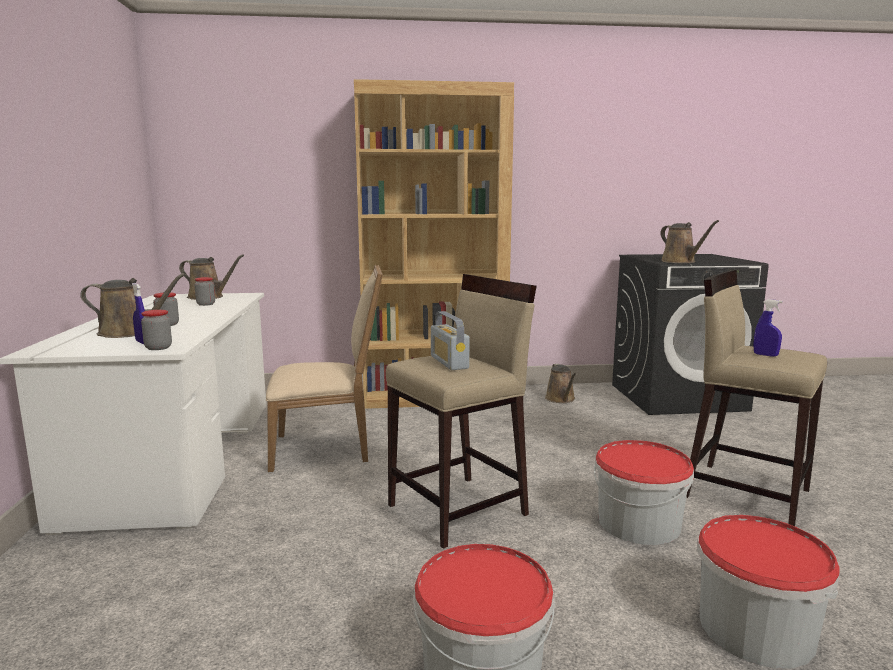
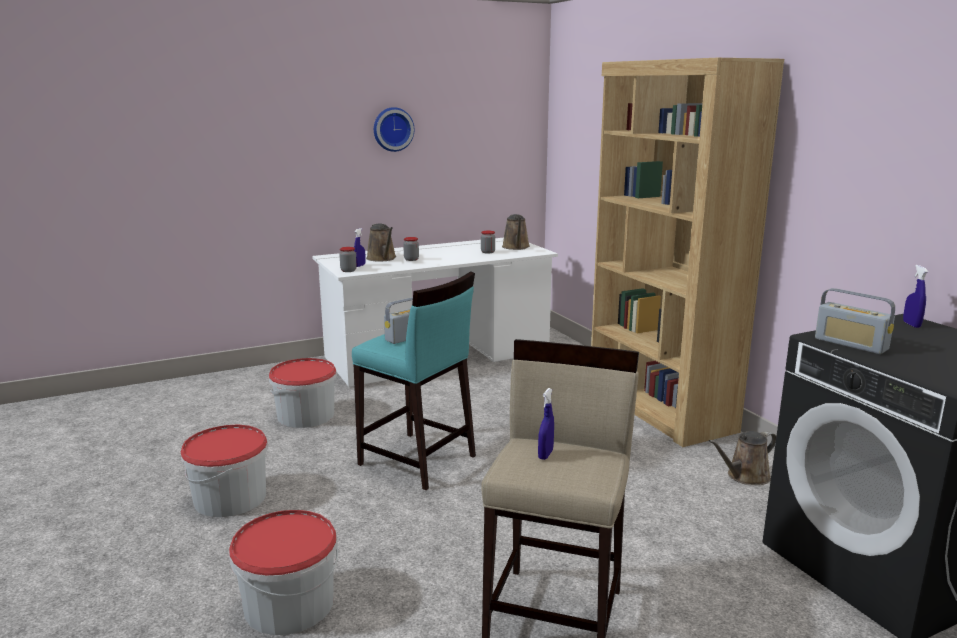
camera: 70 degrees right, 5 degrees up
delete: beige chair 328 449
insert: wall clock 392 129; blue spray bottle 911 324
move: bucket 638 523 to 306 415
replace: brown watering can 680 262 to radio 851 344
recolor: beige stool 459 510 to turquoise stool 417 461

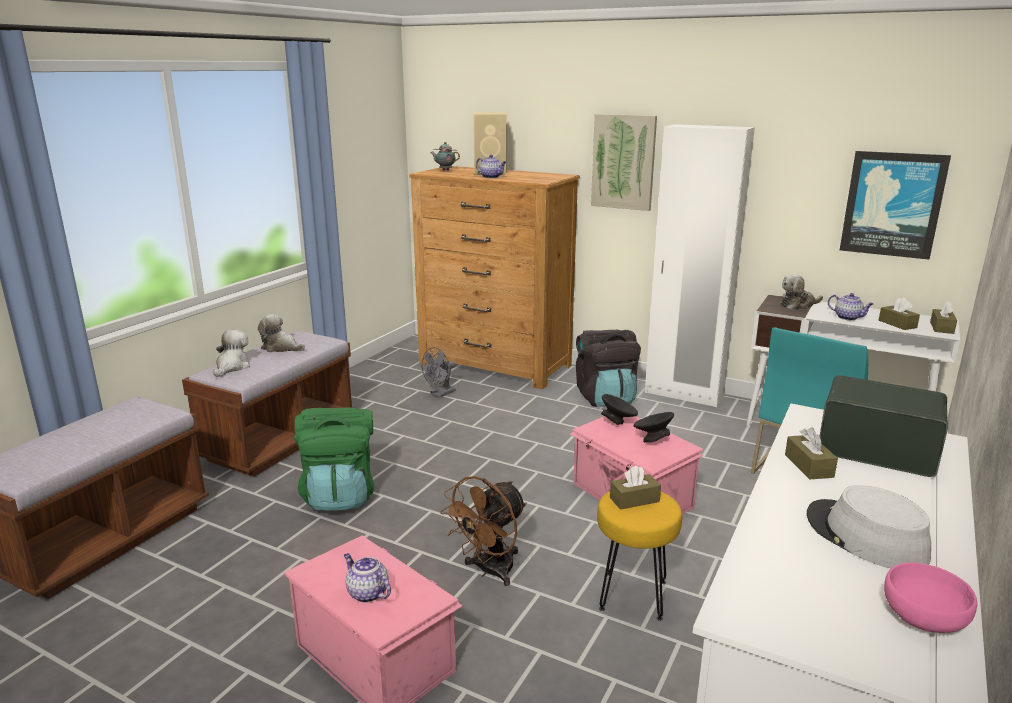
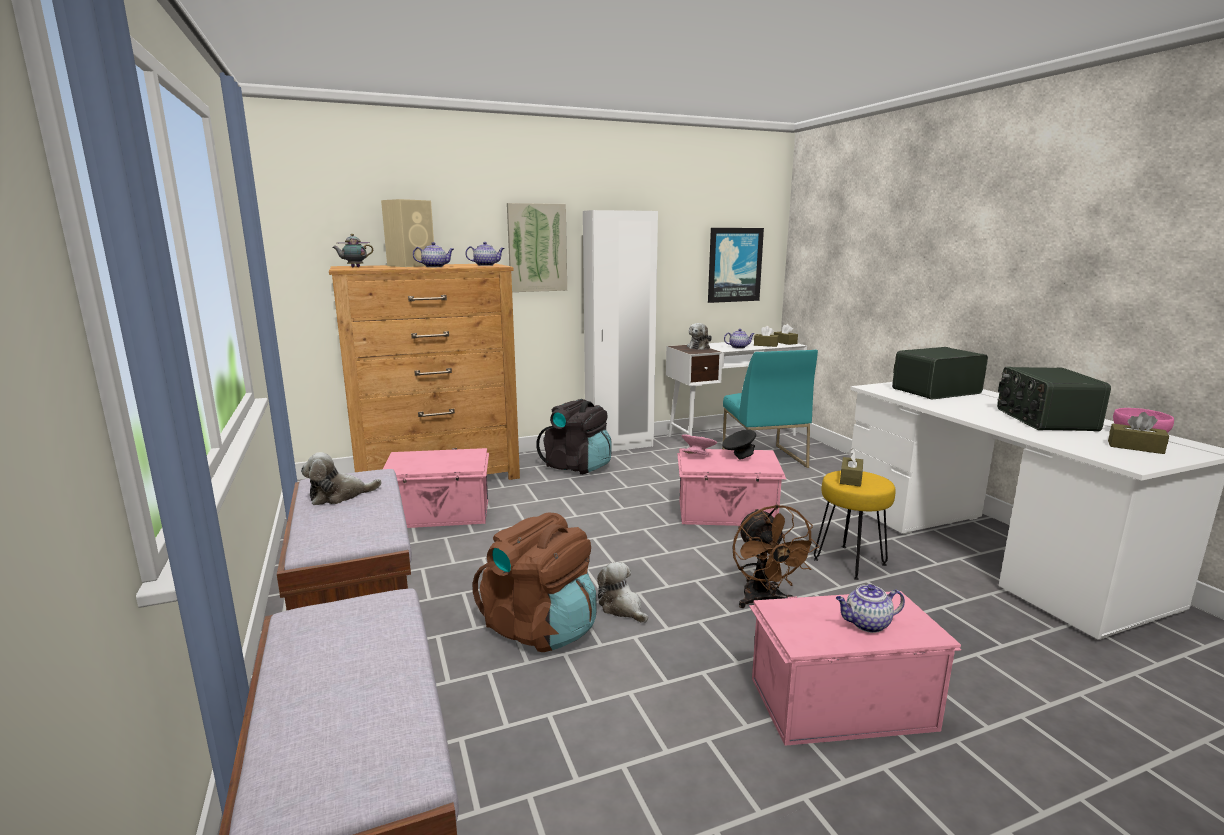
camera: 50 degrees left, 5 degrees down
insert: teapot 486 265
move: plush toy 232 367 to 622 608; brown tissue box 808 466 to 1135 447
replace: grey fan 440 394 to pink storage box 440 514; grey hat 865 536 to radio 1043 420
recolor: black bowl 618 422 to pink bowl 698 455; green backpack 340 495 to brown backpack 540 628

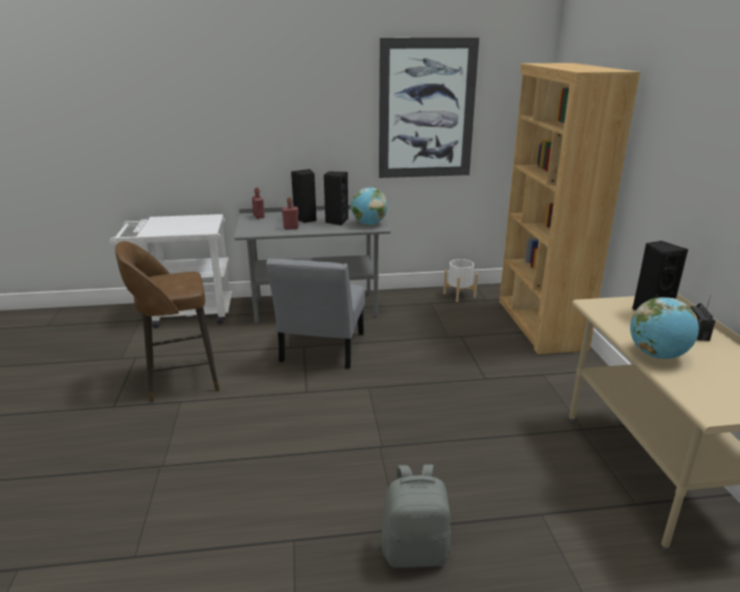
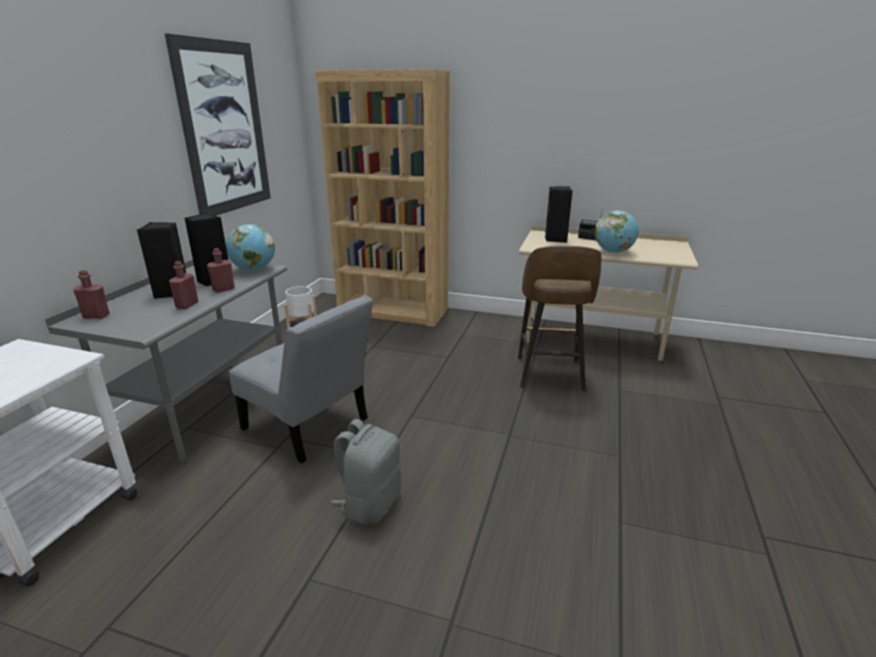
camera: 65 degrees left, 0 degrees up
insert: red bottle 223 289
move: brown stool 180 380 to 549 375; grey backpack 415 551 to 370 503

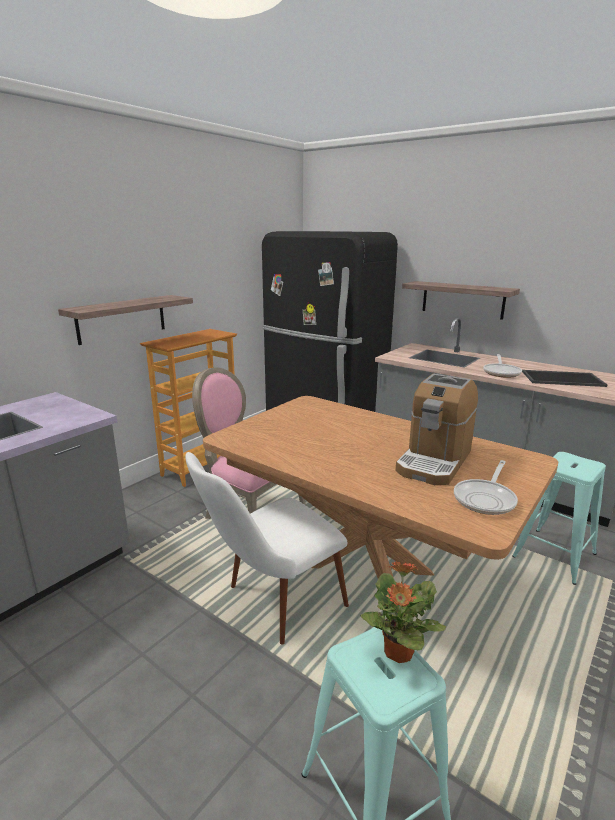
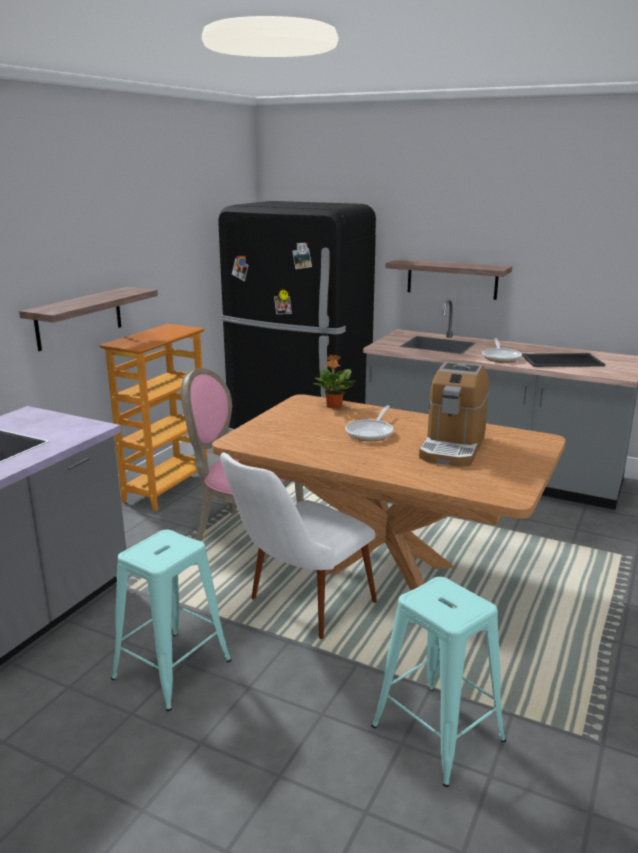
camera: 10 degrees left, 0 degrees up
move: turquoise stool 554 555 to 172 669; frying pan 486 499 to 371 433; potted plant 398 653 to 334 406

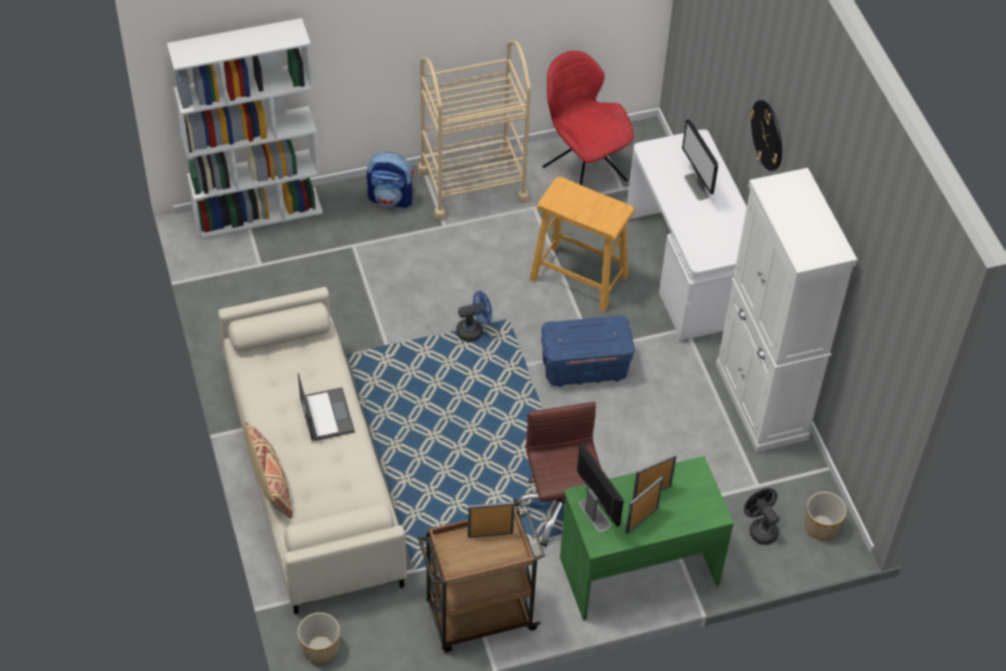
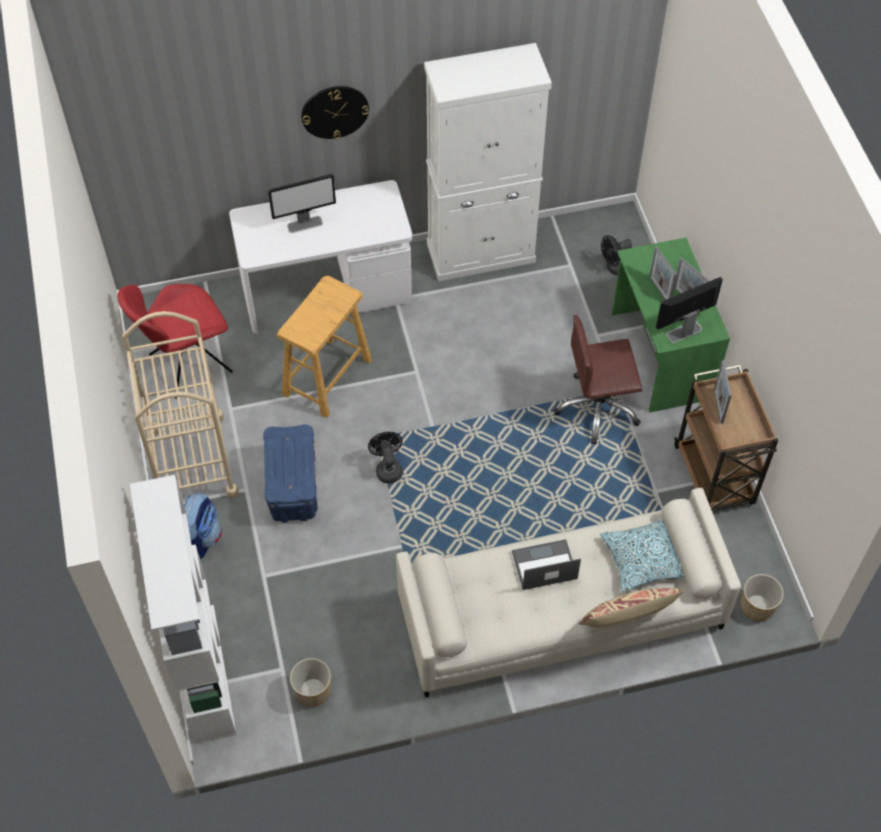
camera: 85 degrees left, 5 degrees up
insert: pillow 643 559
move: blue storage box 585 367 to 293 487; planter 821 526 to 312 690
recolor: blue fan 474 330 to black fan 387 468

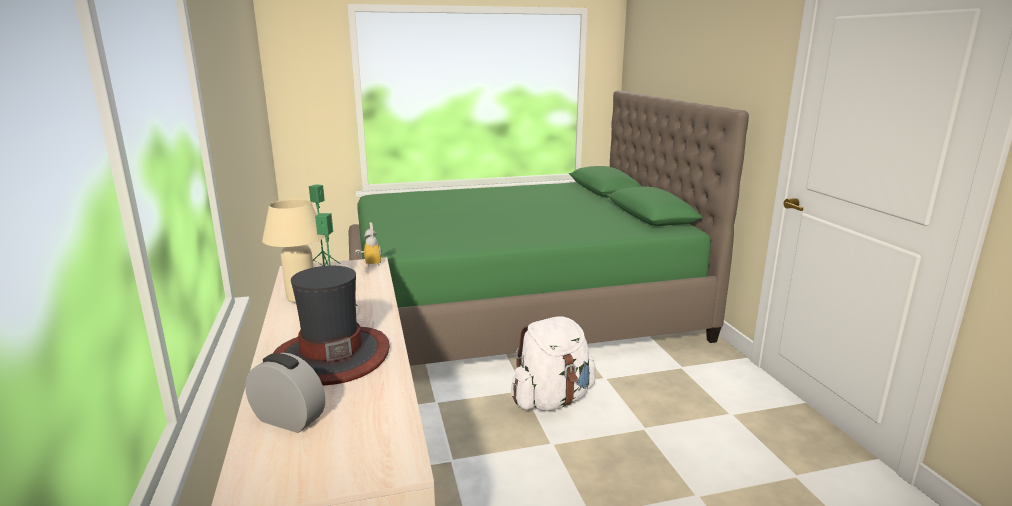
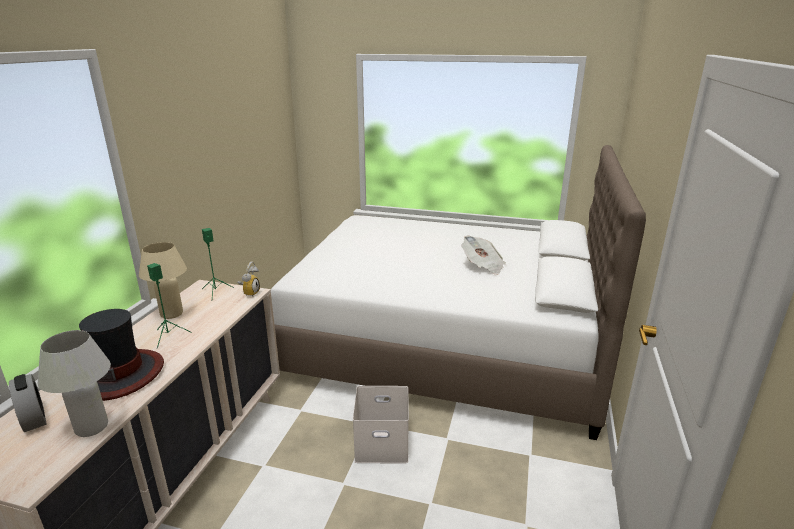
camera: 30 degrees right, 5 degrees up
insert: newspaper 483 266; white table lamp 92 427
replace: white backpack 552 400 to white storage box 383 443
recolor: green bed 516 308 to white bed 443 341

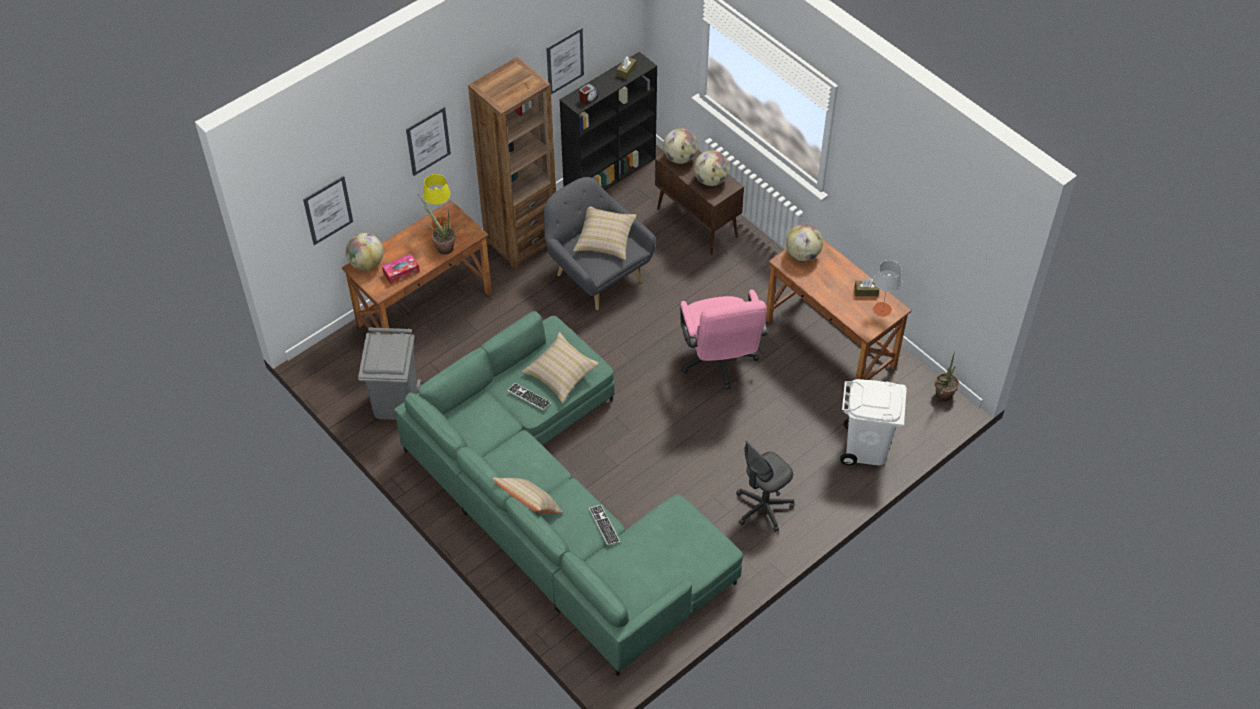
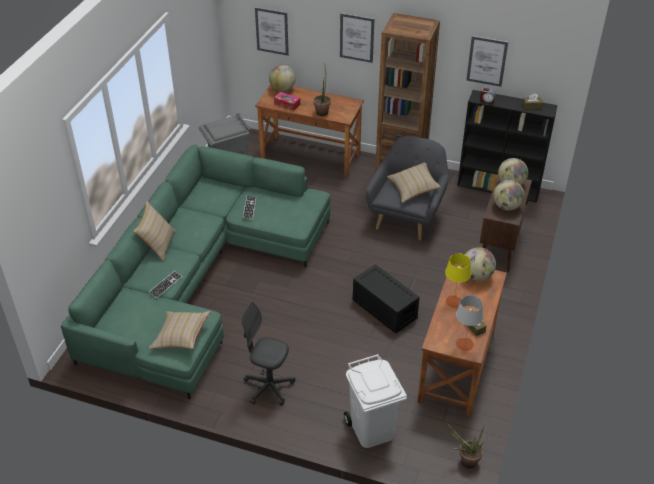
camera: 60 degrees right, 10 degrees down
move: yellow table lamp 440 223 to 454 302; beige pillow 561 374 to 181 337
replace: pink office chair 719 363 to black storage box 383 309

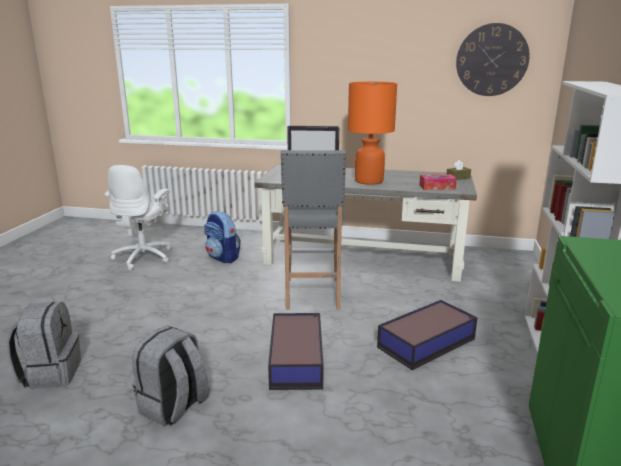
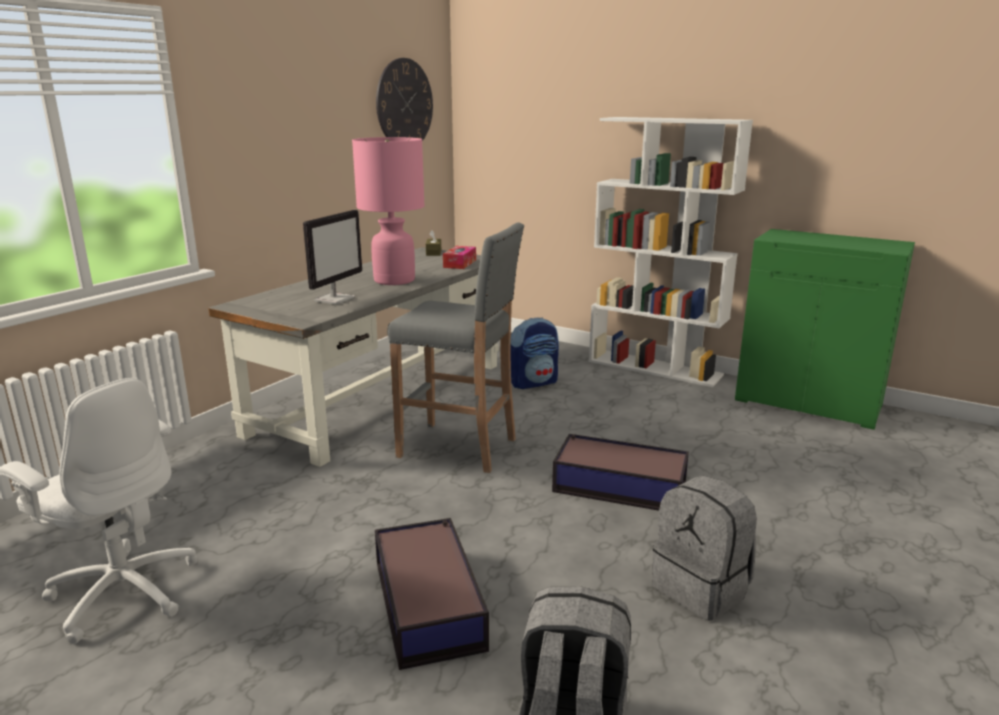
camera: 70 degrees left, 0 degrees up
move: backpack 223 258 to 534 382; storage box 427 343 to 428 602
recolor: orange table lamp 369 181 to pink table lamp 394 280

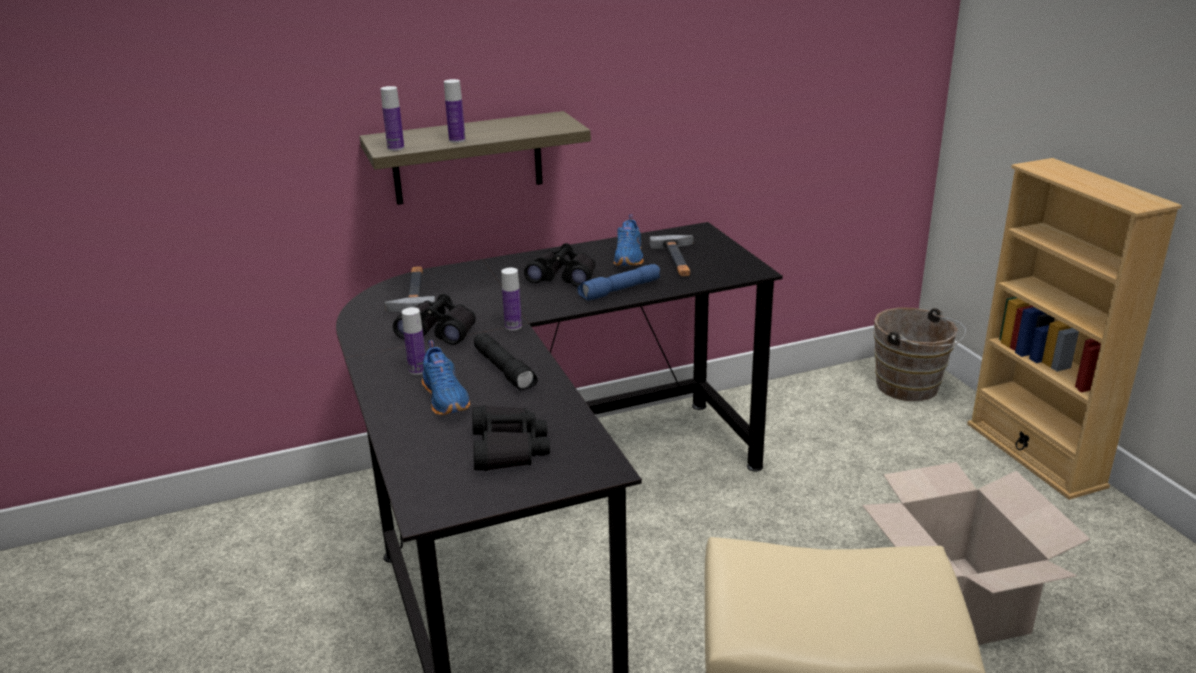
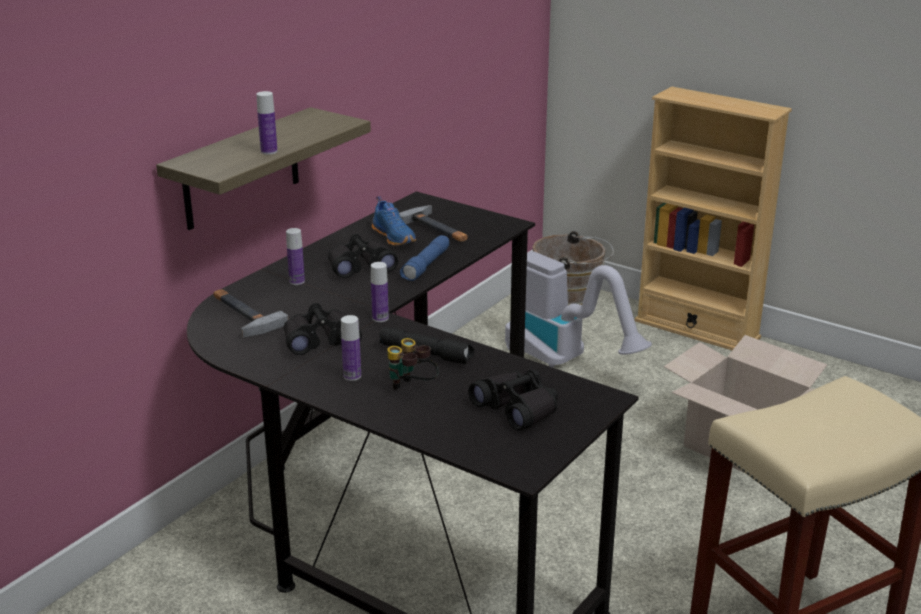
camera: 35 degrees left, 0 degrees up
insert: vacuum cleaner 566 361
move: bottle 396 148 to 297 281
replace: blue shoe 446 398 to binoculars 412 389

